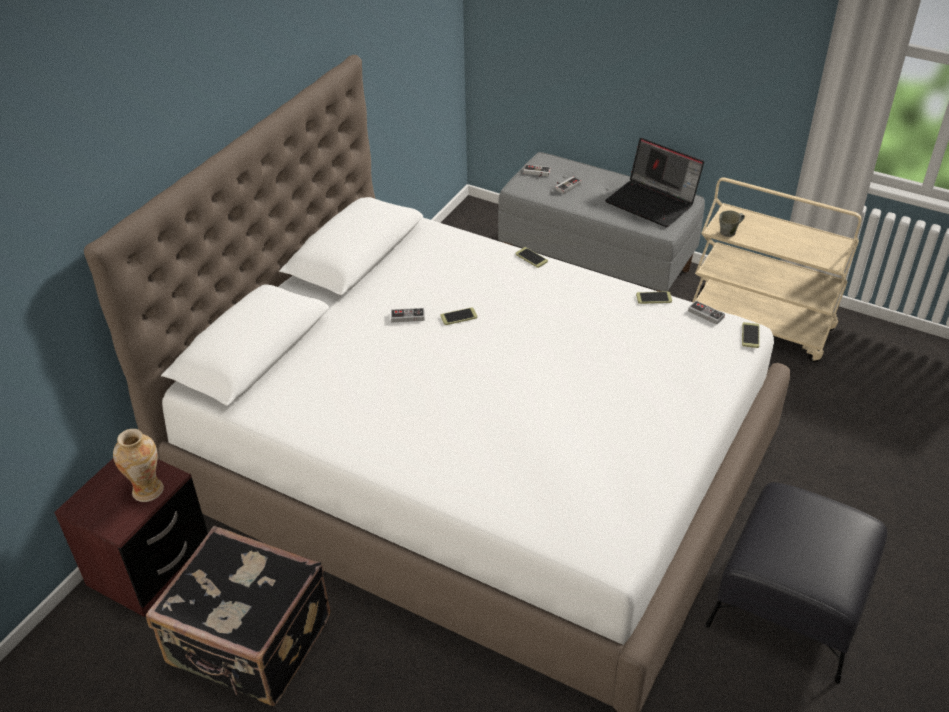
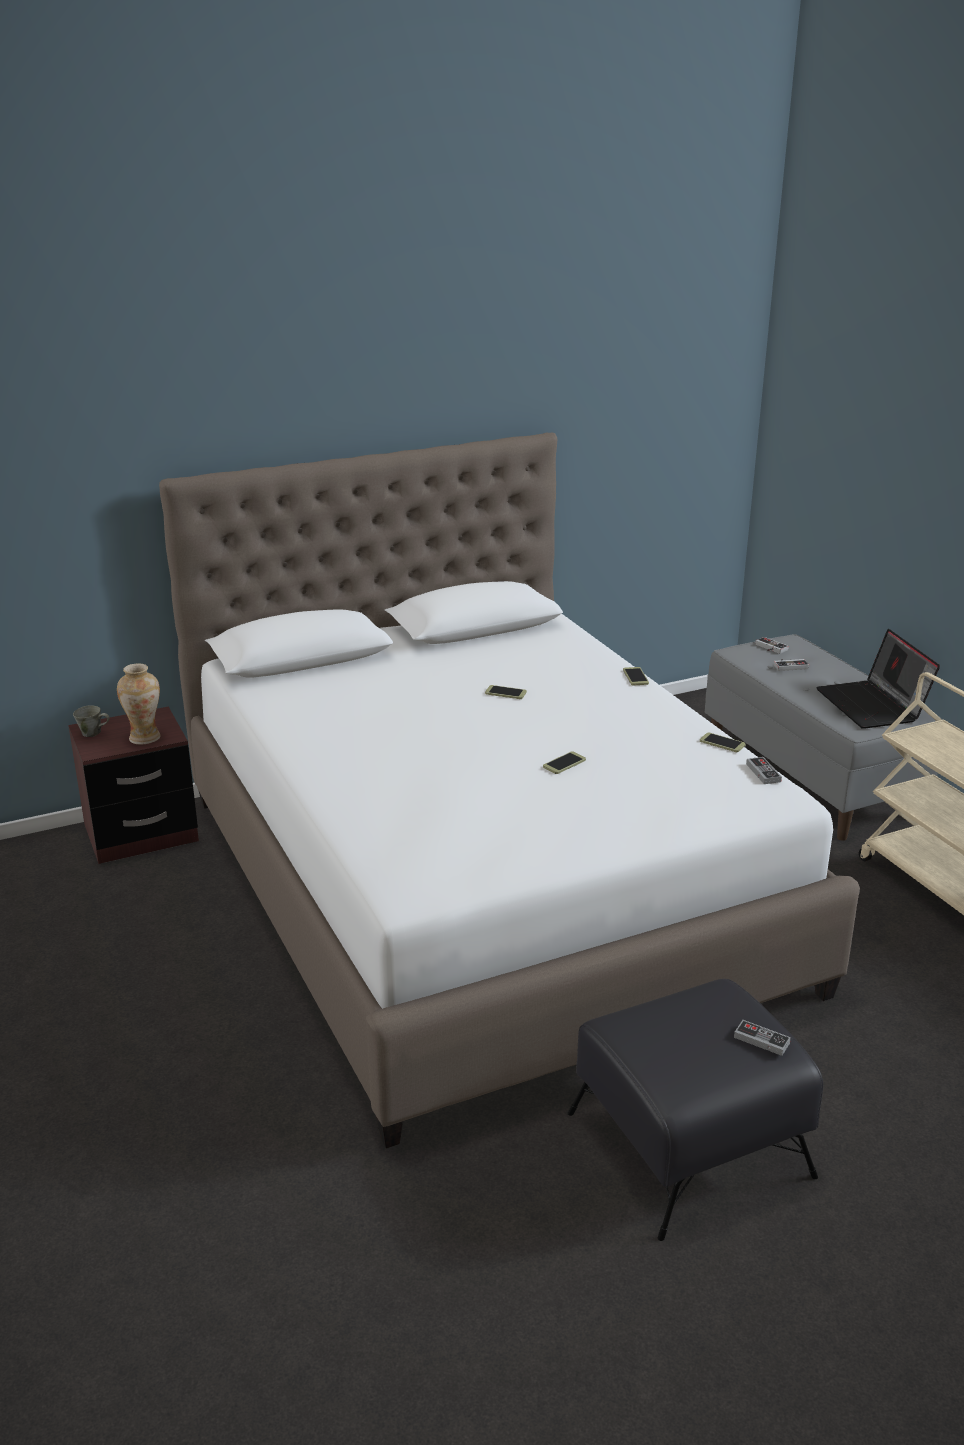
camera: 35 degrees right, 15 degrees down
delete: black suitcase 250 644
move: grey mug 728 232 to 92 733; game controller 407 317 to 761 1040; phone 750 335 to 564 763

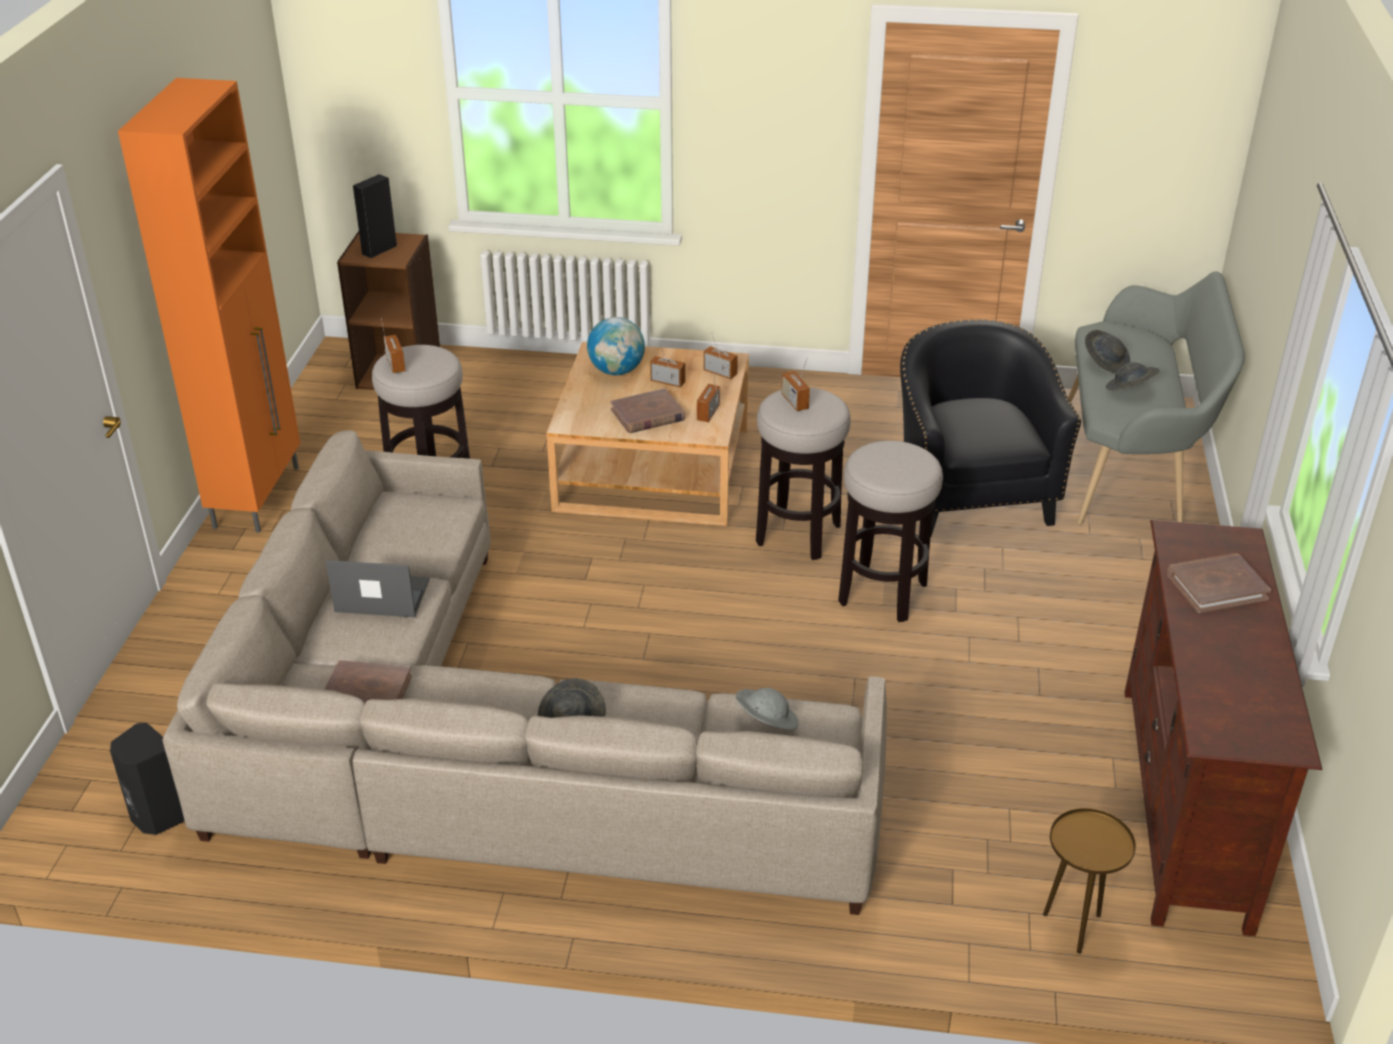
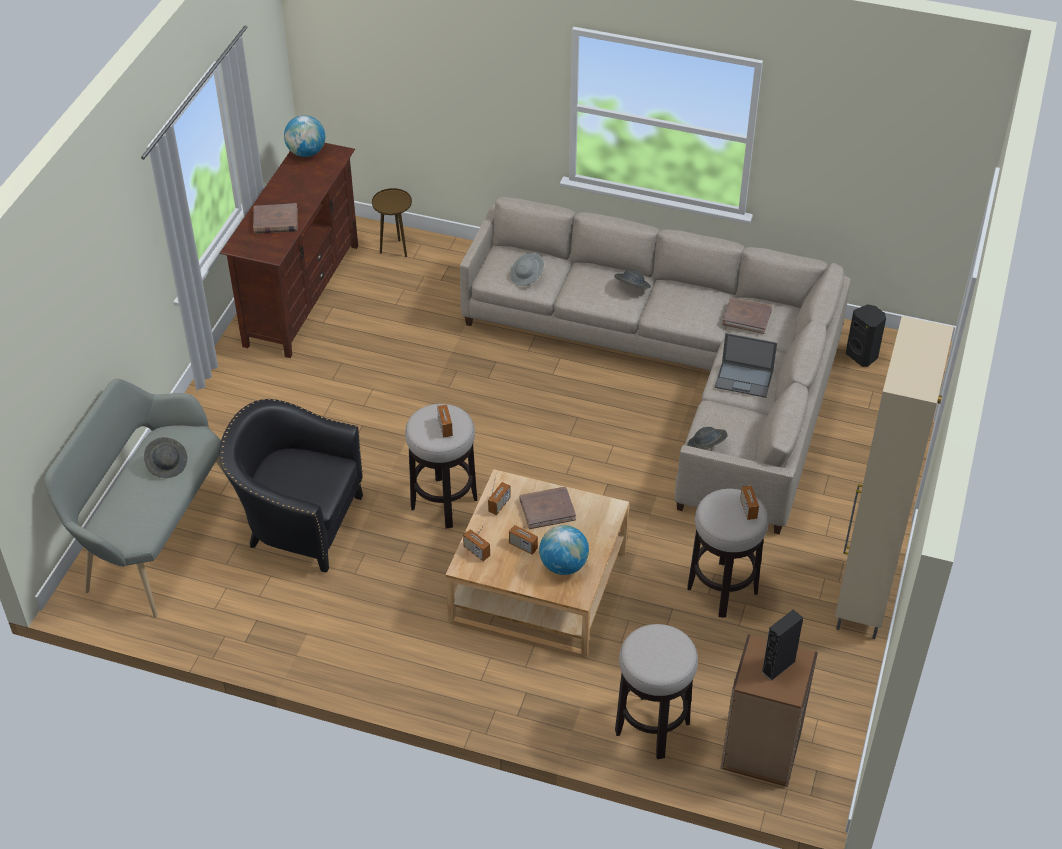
camera: 170 degrees left, 10 degrees up
insert: globe 306 153
move: grey hat 1105 362 to 706 446; stool 882 594 to 652 727
recolor: orange cabinet 258 496 to beige cabinet 862 599
rotate: black armchair 970 495 = 298 523 105 degrees clockwise

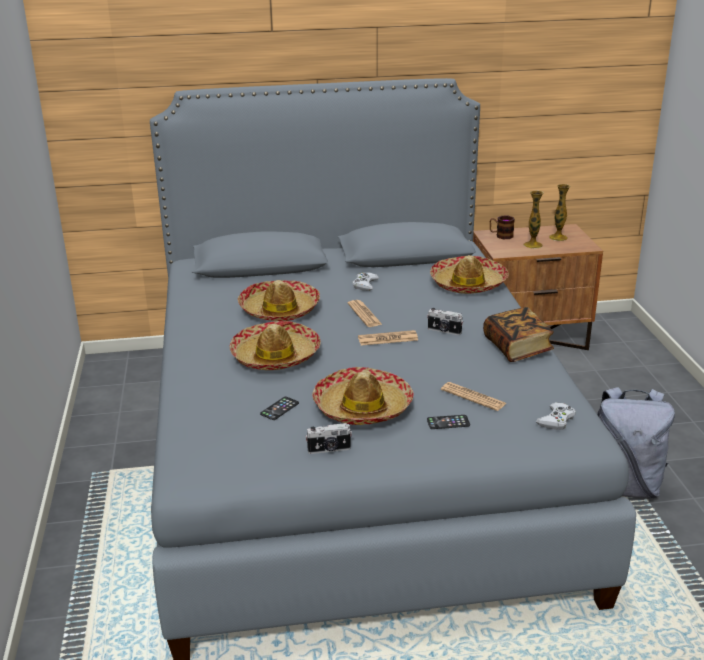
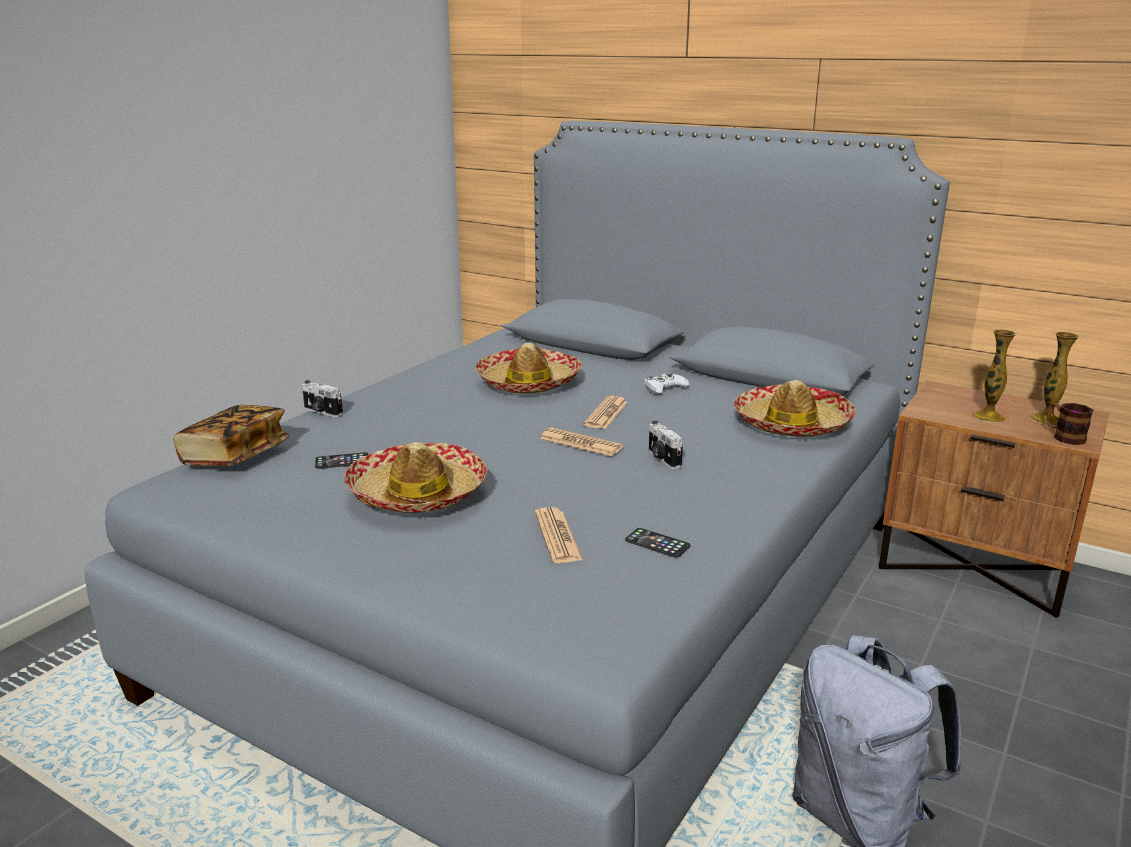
camera: 40 degrees right, 5 degrees down
delete: hat 275 356; white game controller 556 420
move: mug 501 235 to 1063 436; book 517 348 to 235 456; phone 448 422 to 657 543; photo camera 329 450 to 322 412

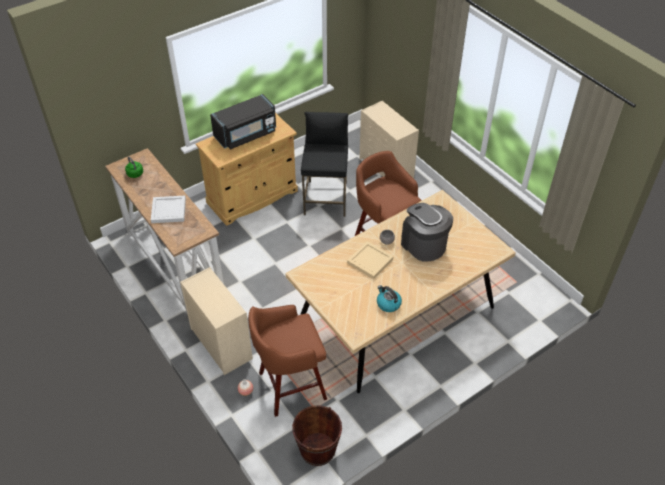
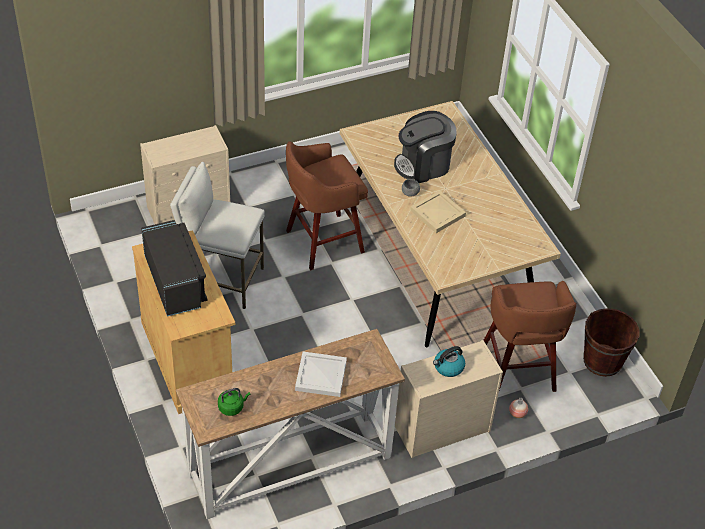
camera: 80 degrees left, 0 degrees up
move: kettle 388 304 to 448 367
recolor: black stool 326 198 to white stool 221 280

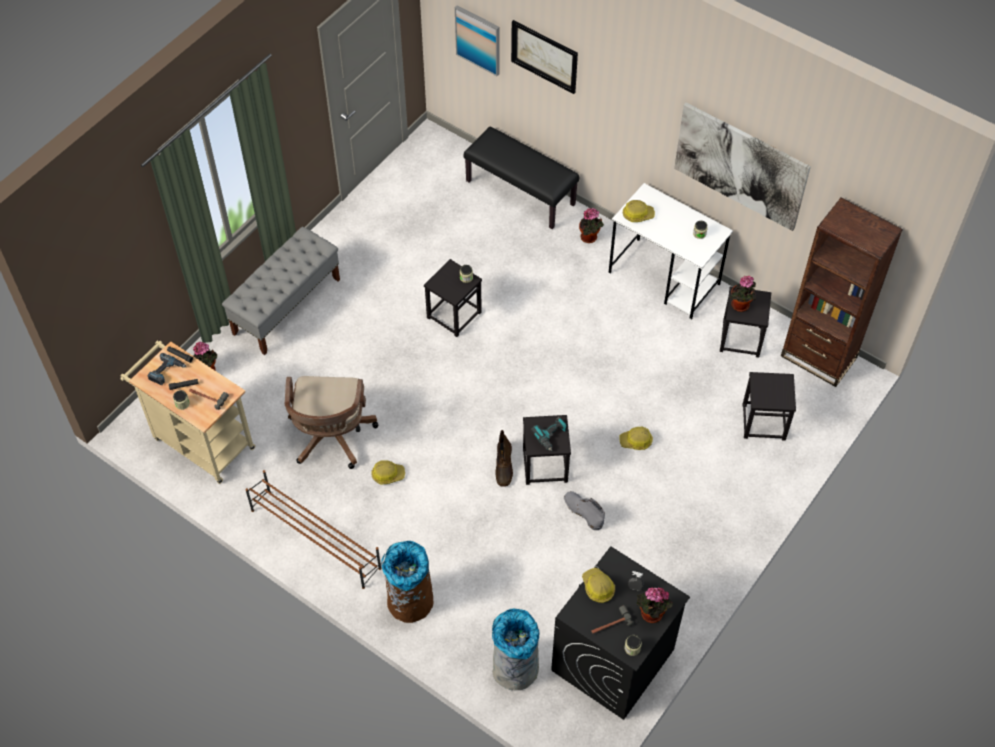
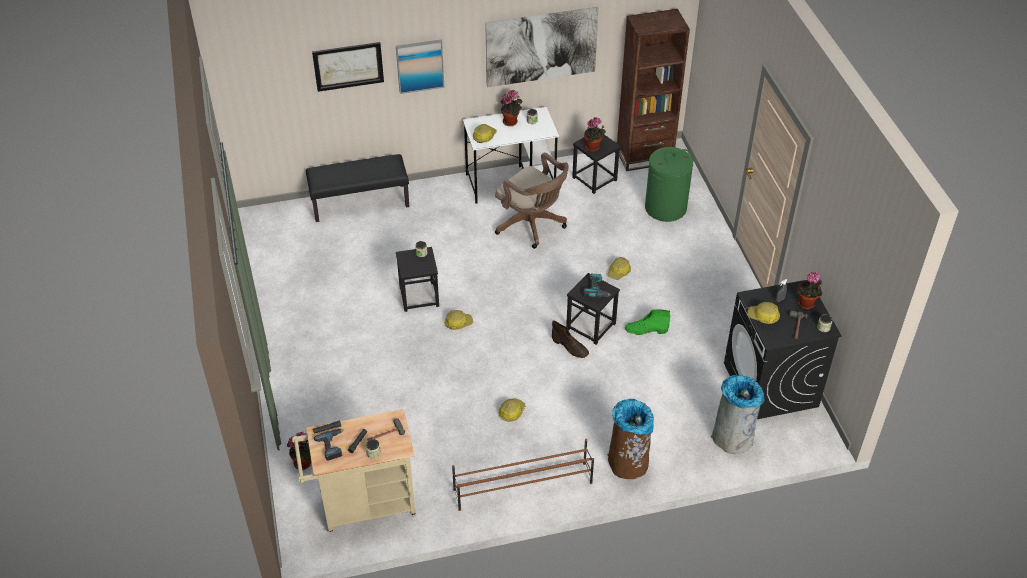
camera: 50 degrees left, 10 degrees down
delete: grey bench 287 306
insert: hard hat 458 323
move: picture 478 40 to 420 66; potted plant 590 238 to 511 122; brown office chair 331 438 to 532 225
replace: black stool 764 421 to green laundry basket 665 207
recolor: grey boot 583 512 to green boot 646 330

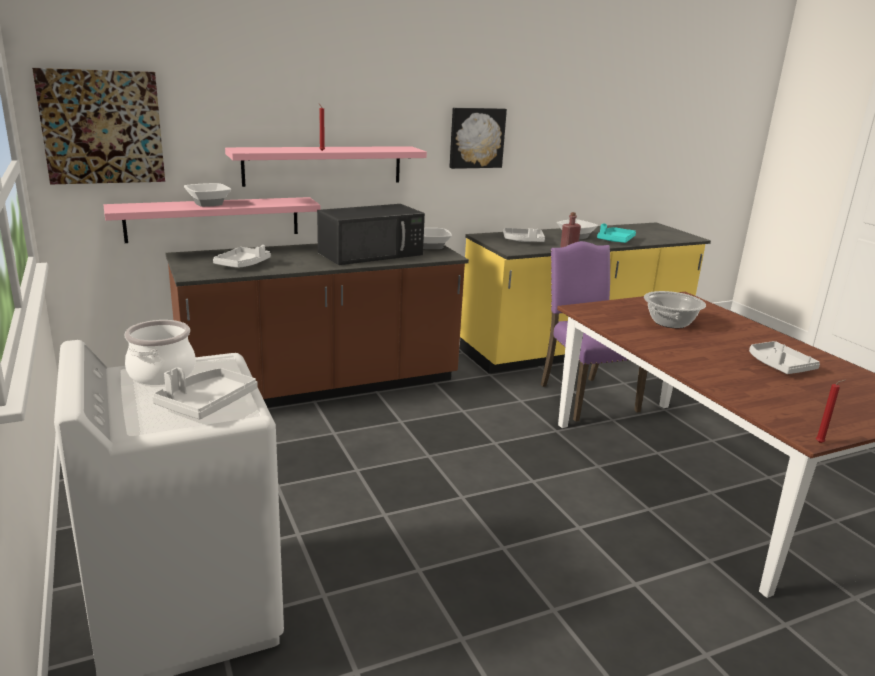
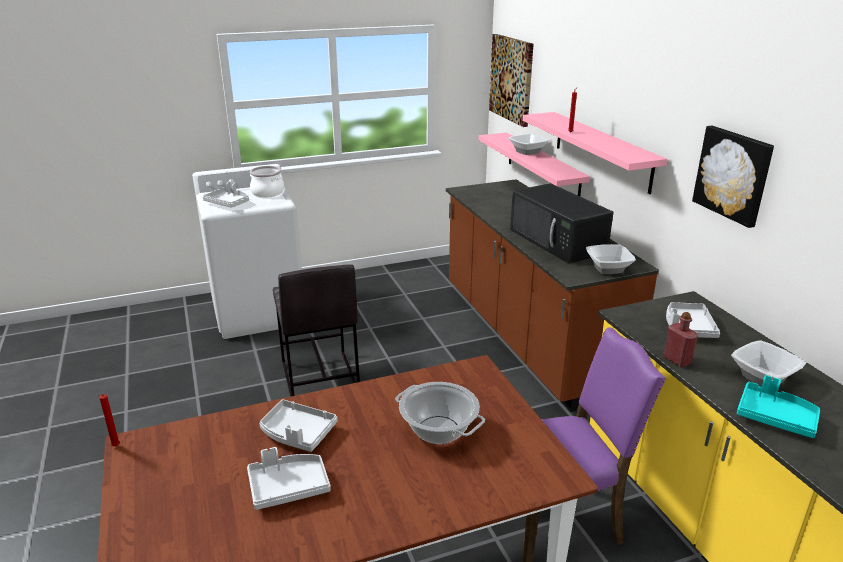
camera: 95 degrees right, 5 degrees up
insert: grey stool 319 380
move: grey tray 243 264 to 297 433

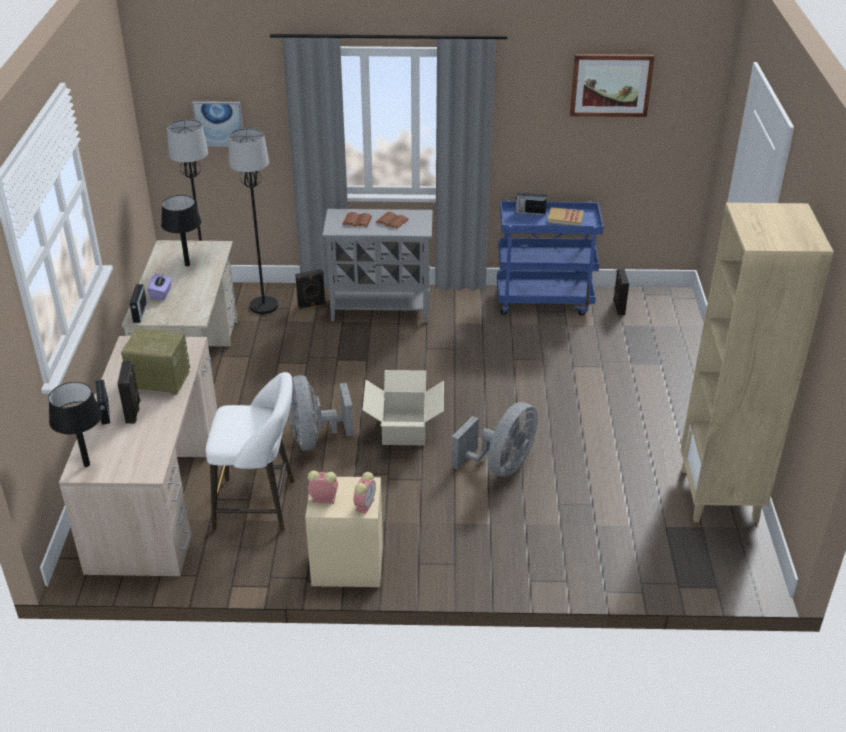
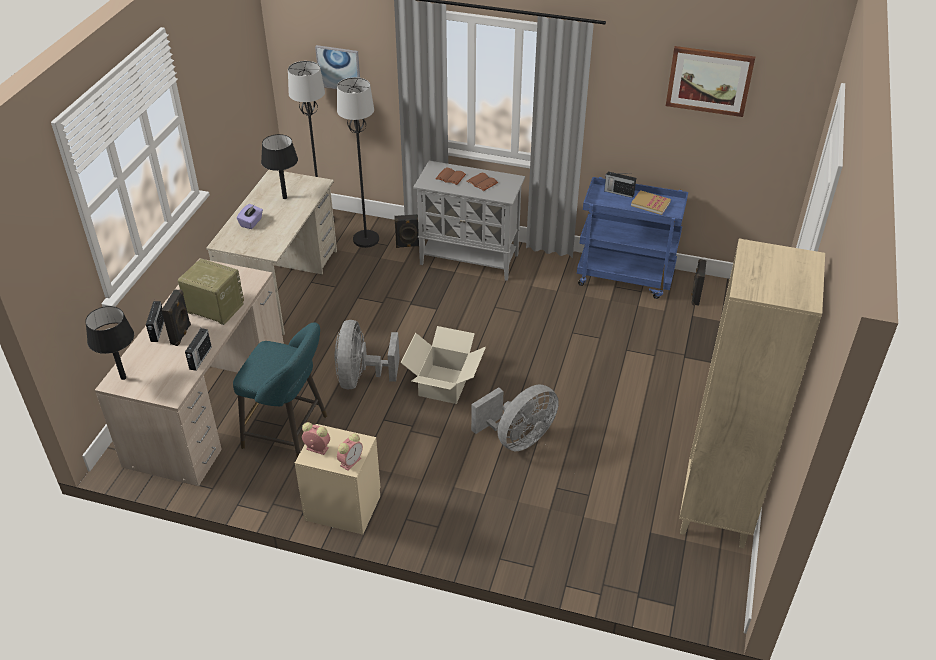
camera: 15 degrees right, 5 degrees up
move: radio 139 313 to 200 358
recolor: white stool 260 505 to turquoise stool 290 433

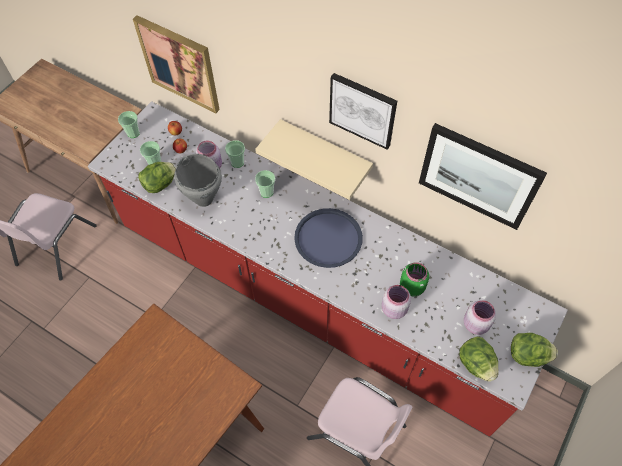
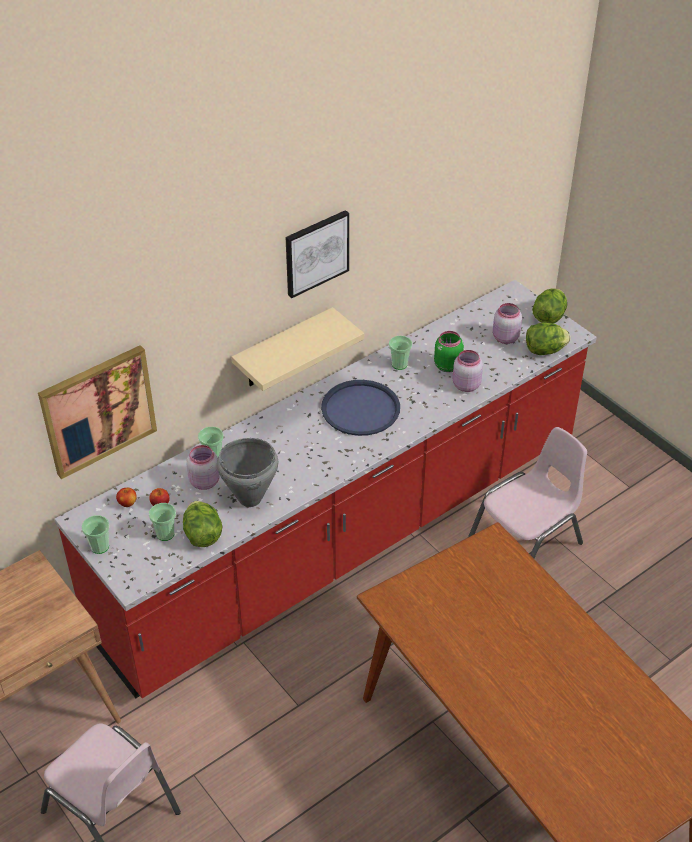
camera: 70 degrees left, 15 degrees down
delete: picture 478 176
move: cup 266 192 to 399 364

